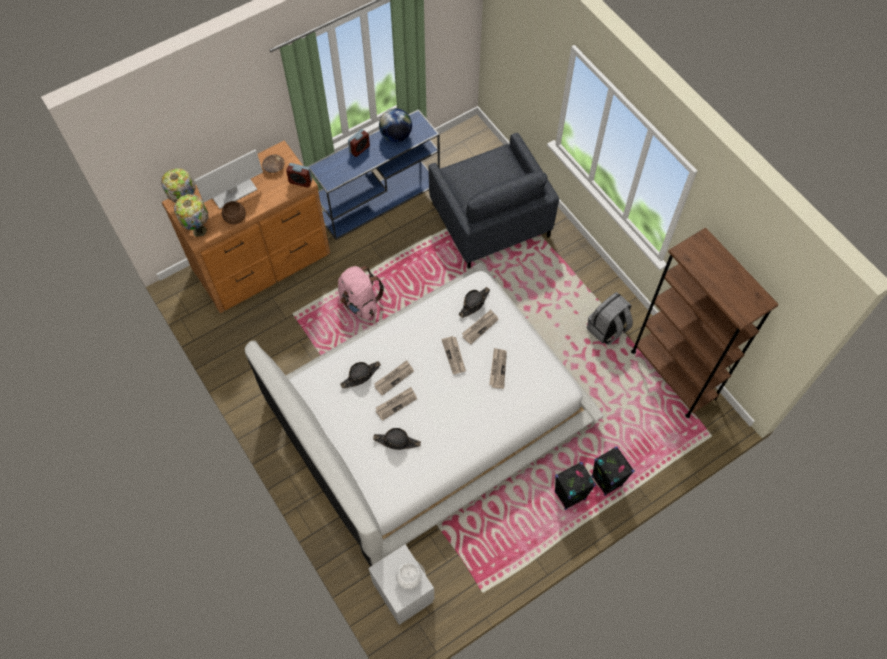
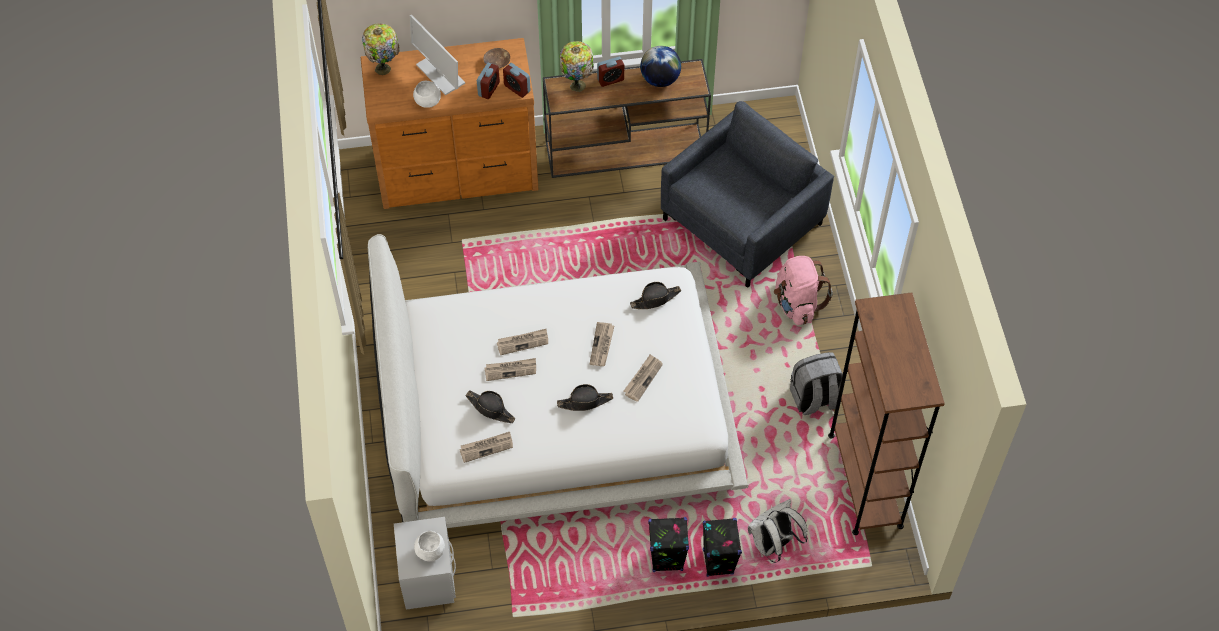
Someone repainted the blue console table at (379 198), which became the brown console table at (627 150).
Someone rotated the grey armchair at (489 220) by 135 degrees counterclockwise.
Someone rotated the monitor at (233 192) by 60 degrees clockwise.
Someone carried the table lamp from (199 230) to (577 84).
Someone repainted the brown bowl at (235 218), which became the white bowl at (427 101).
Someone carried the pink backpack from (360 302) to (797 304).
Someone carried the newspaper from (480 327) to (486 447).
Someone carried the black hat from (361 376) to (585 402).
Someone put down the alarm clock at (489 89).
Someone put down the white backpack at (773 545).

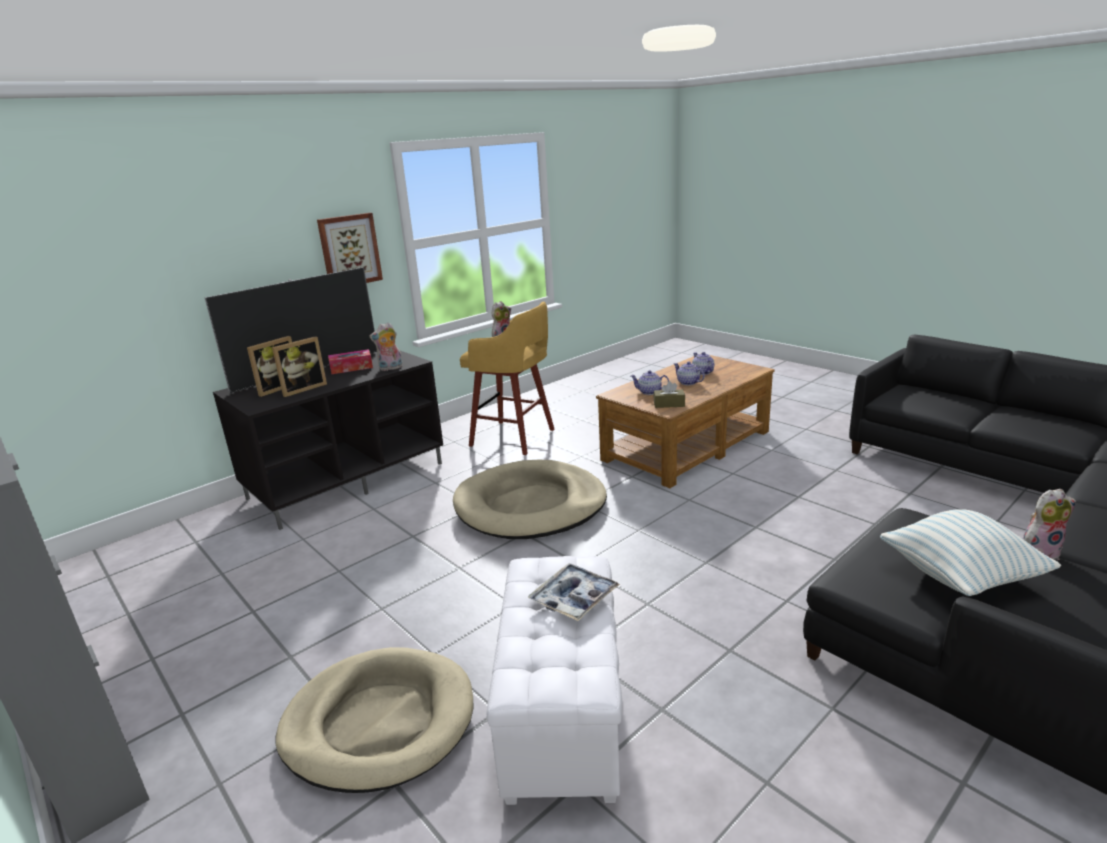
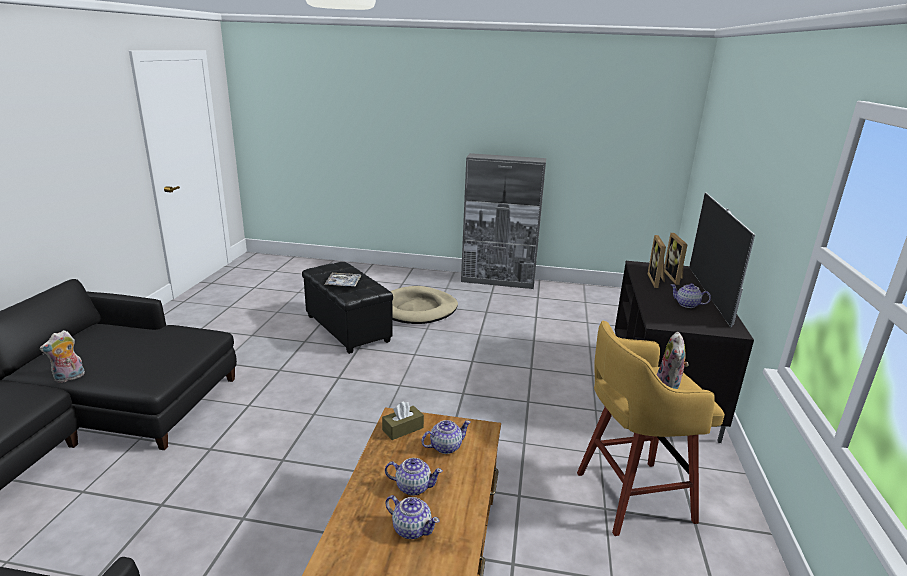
Someone took away the picture at (349 250).
Someone took away the plush toy at (390 368).
Someone swapped the tissue box at (351 368) for the teapot at (687 305).
Someone took away the beige dog bed at (530 505).
Someone took away the pillow at (960 577).
Someone repainted the white ottoman at (564 714), which became the black ottoman at (347 329).

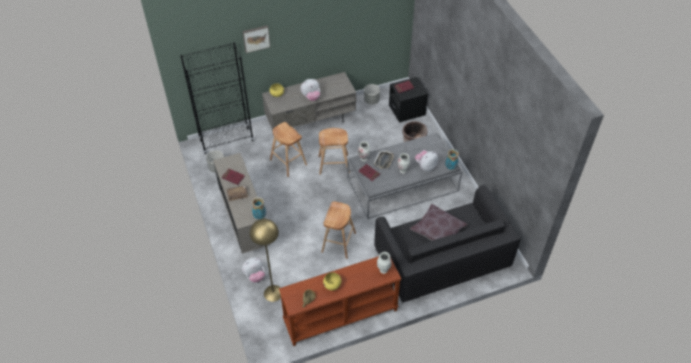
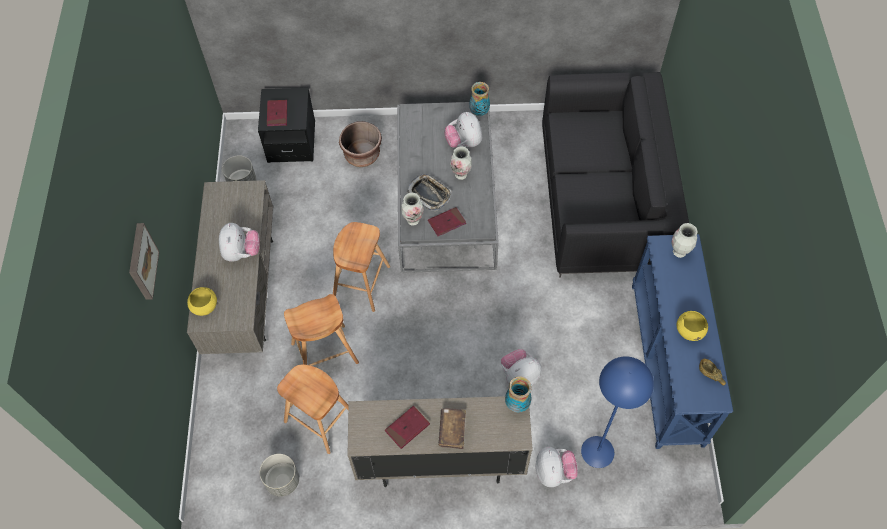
Someone took away the black bookcase at (226 140).
Someone carried the brown stool from (338 242) to (321 419).
Someone took away the brown pillow at (438 230).
Someone repainted the yellow floor lamp at (273 293), which became the blue floor lamp at (598 452).
Someone repainted the brown console table at (340 316), which became the blue console table at (668 363).
Someone put down the plush toy at (519 376).

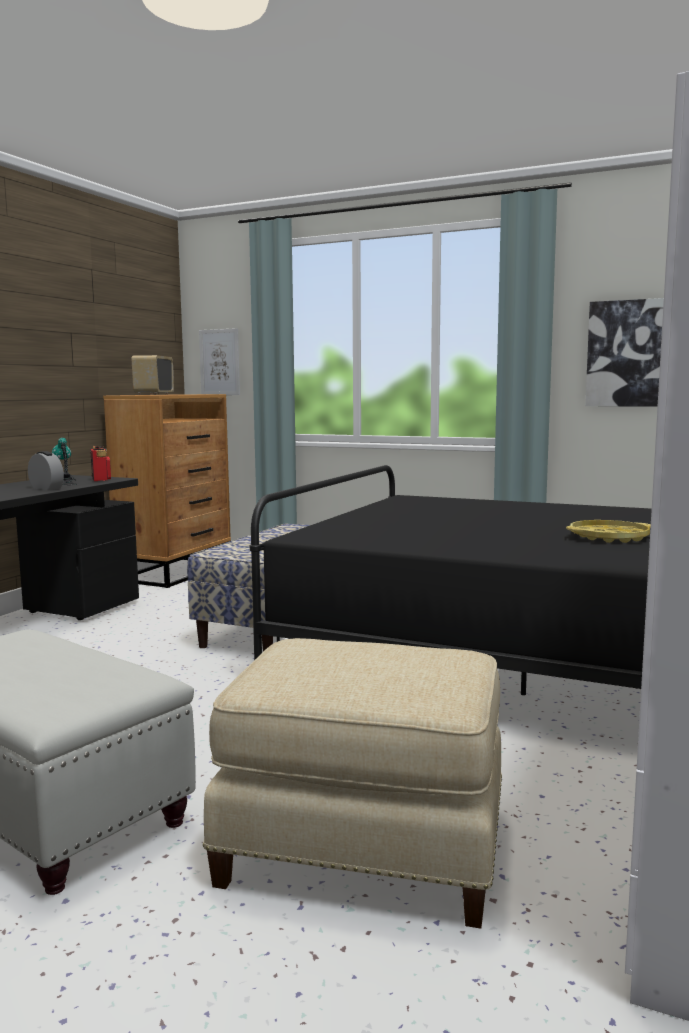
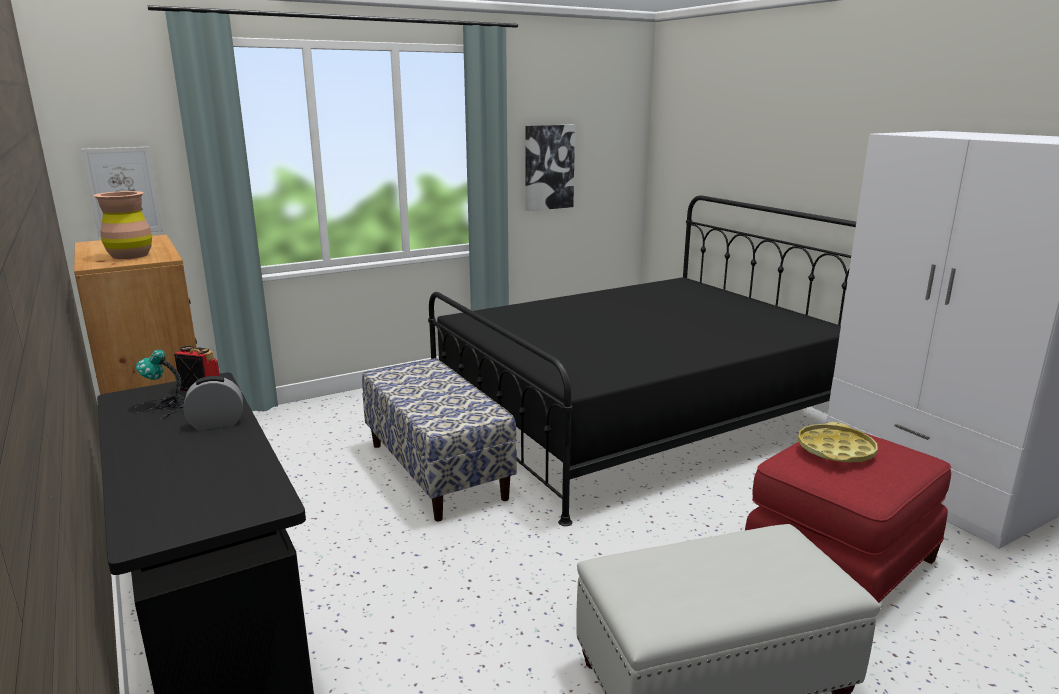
Someone swapped the radio at (153 394) for the brown vase at (130 255).
Someone carried the yellow tray from (608 537) to (835 450).
Someone repainted the beige ottoman at (365 843), which became the red ottoman at (838 562).

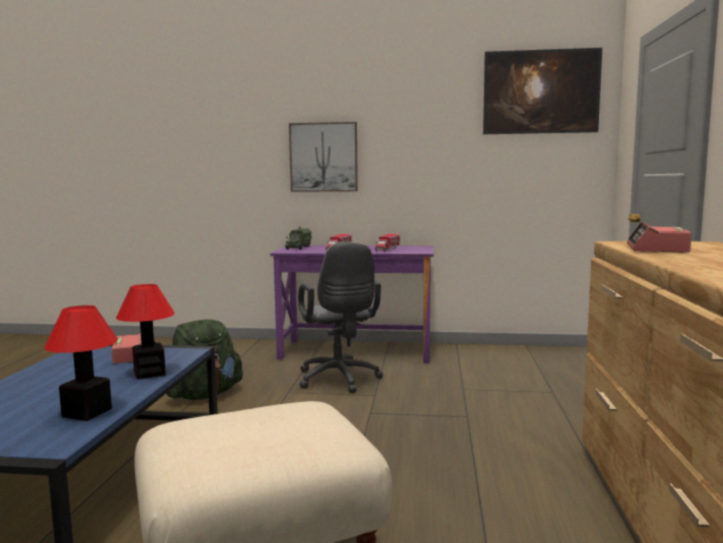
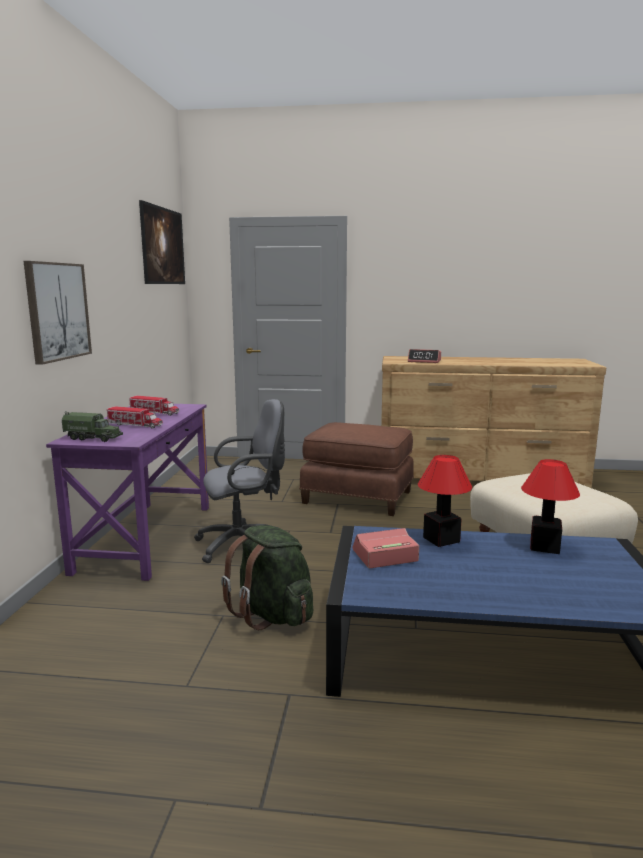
Someone put down the brown ottoman at (358 497).

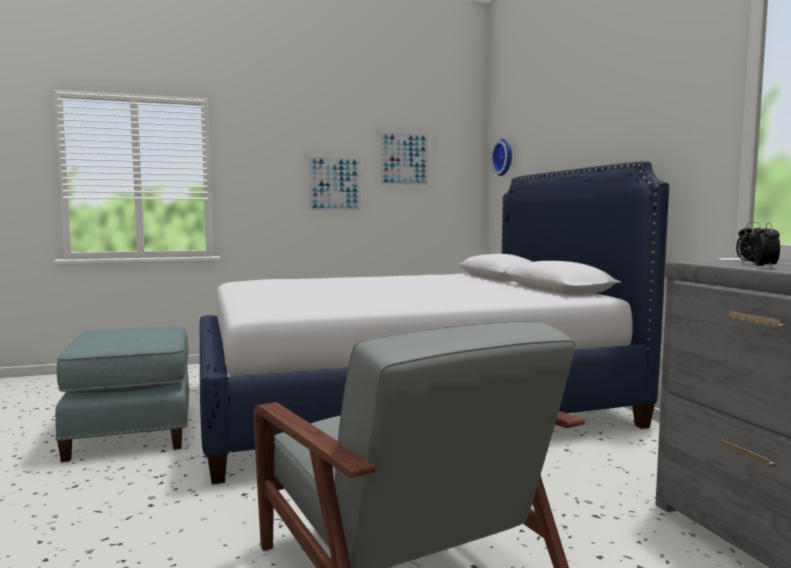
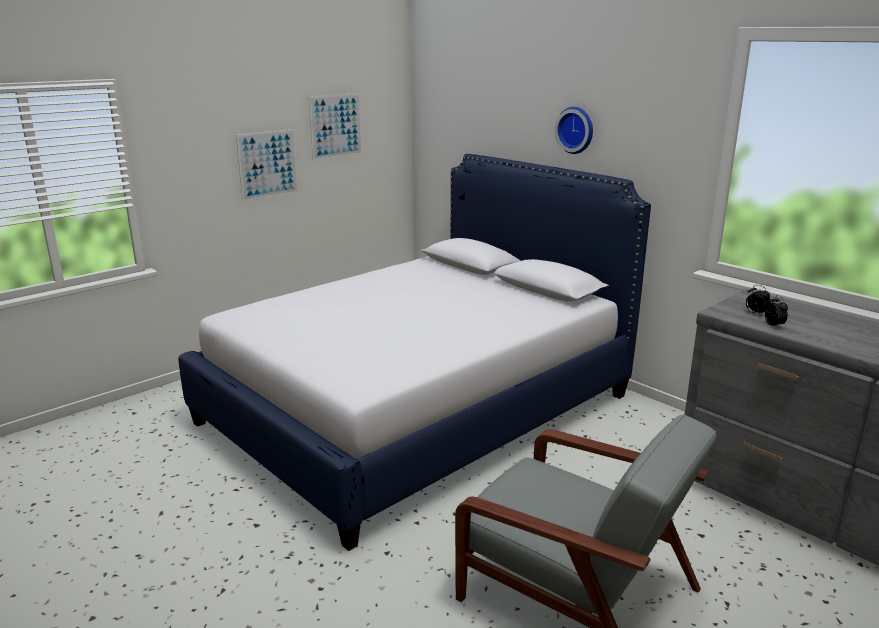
Someone carried the wall clock from (504 157) to (576 130).
Someone took away the blue ottoman at (133 431).

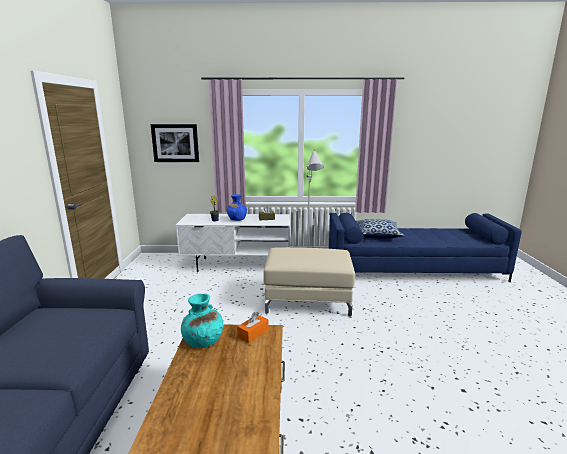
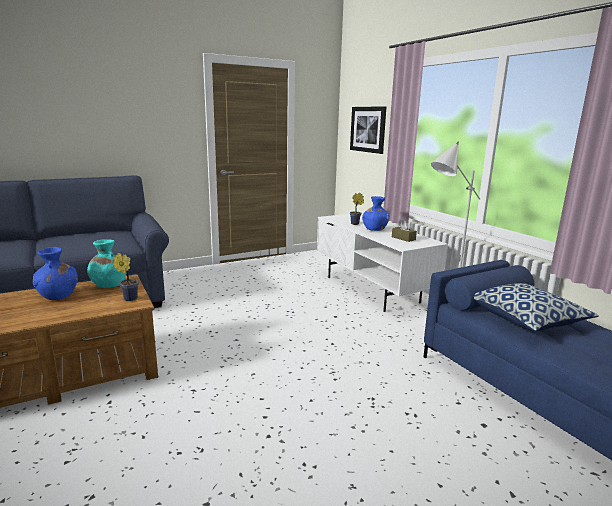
Someone took away the beige ottoman at (307 301).
Someone swapped the orange tissue box at (253 333) for the potted plant at (129 298).
Someone put down the blue vase at (58 295).

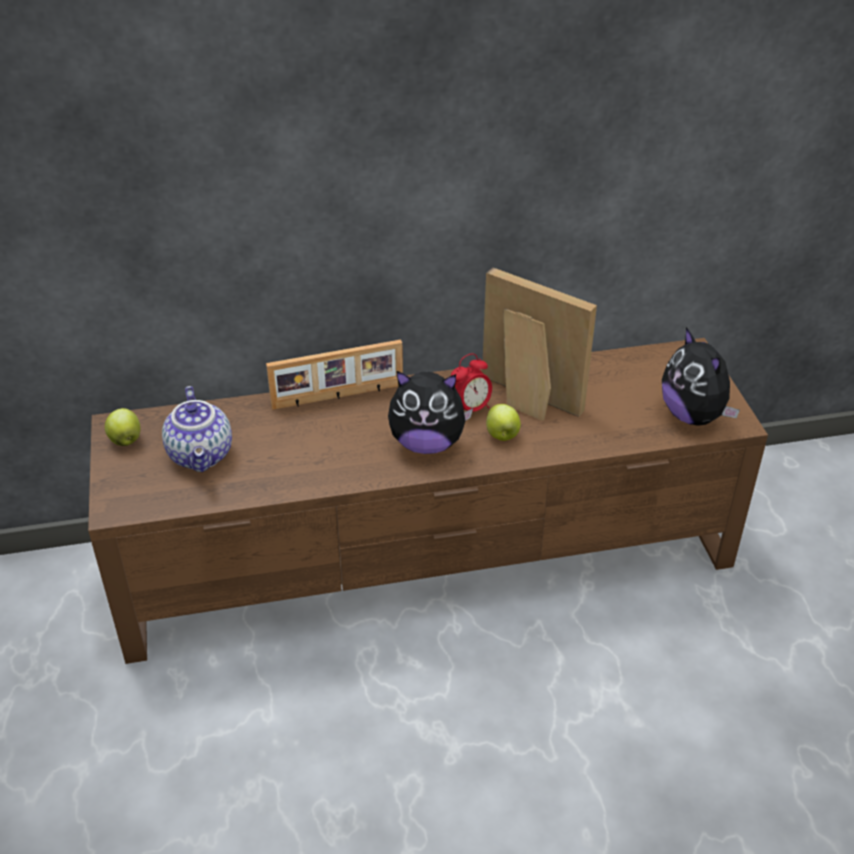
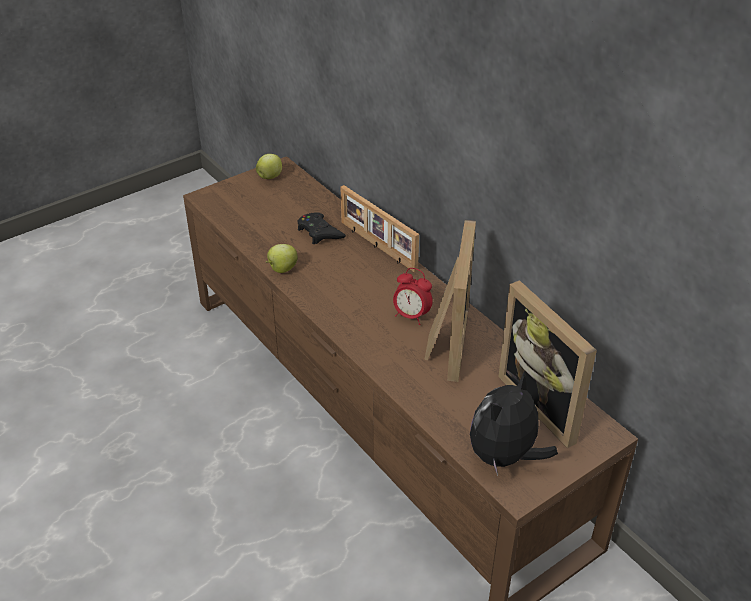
Someone took away the plush toy at (427 443).
Someone took away the teapot at (202 455).
Someone carried the apple from (502 436) to (282 269).
Someone put down the black game controller at (319 232).
Someone put down the picture frame at (546 404).

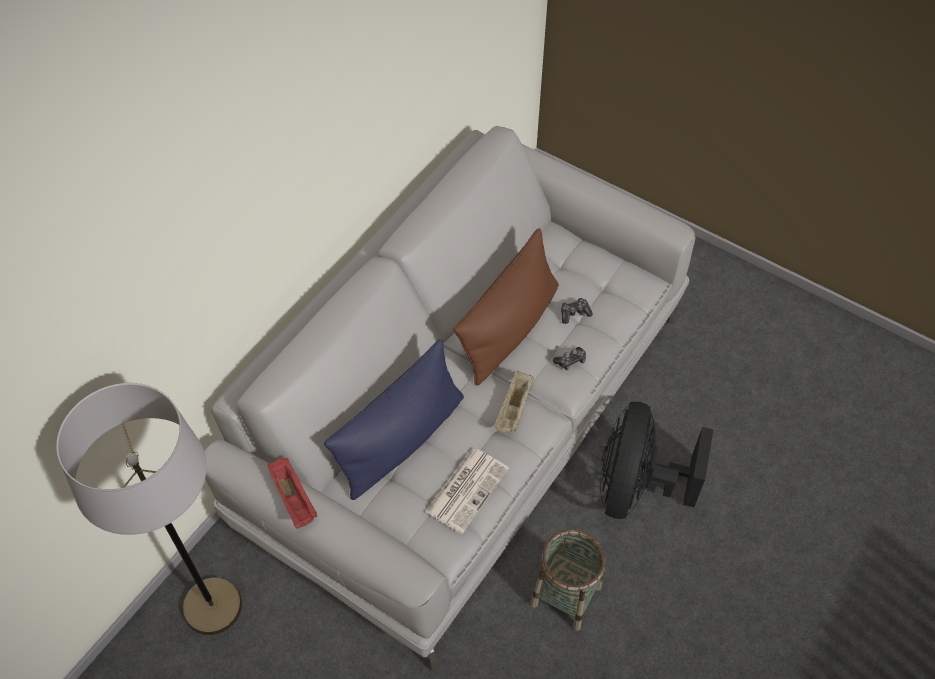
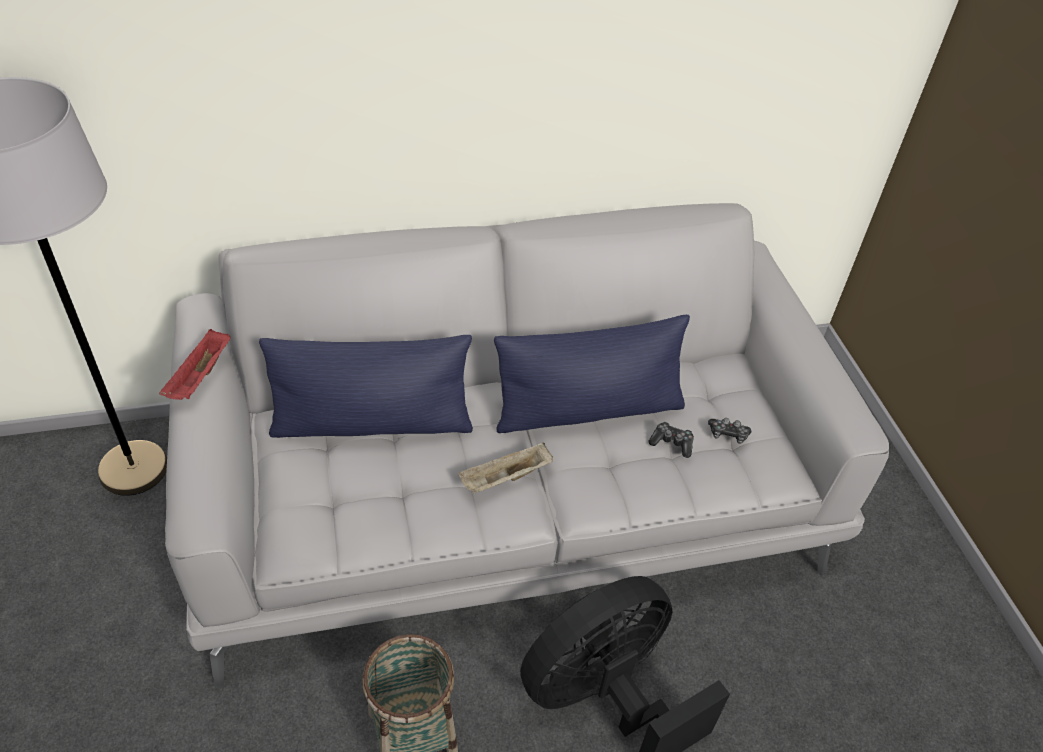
Someone repainted the brown pillow at (509 329), which became the blue pillow at (588 410).
Someone carried the game controller from (570 361) to (728 434).
Someone took away the newspaper at (467 489).

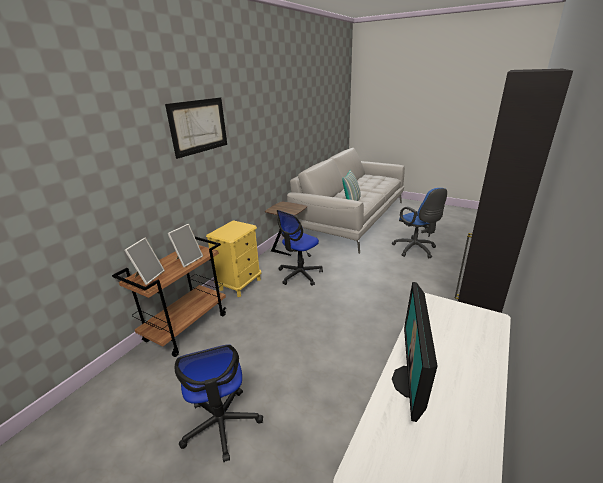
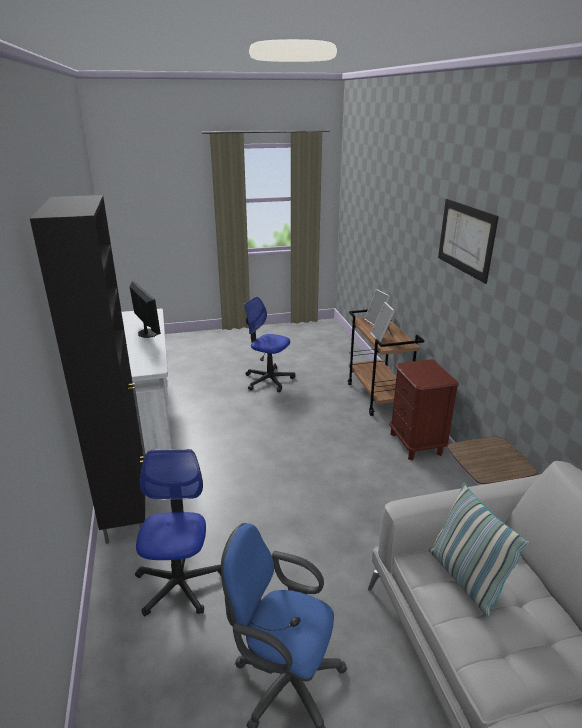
Someone carried the office chair from (300 274) to (179 583).
Someone repainted the yellow nightstand at (240 284), which became the brown nightstand at (416 444).

